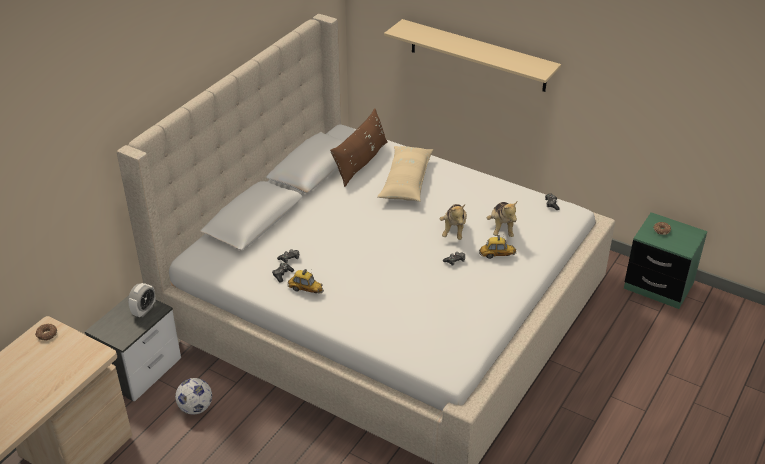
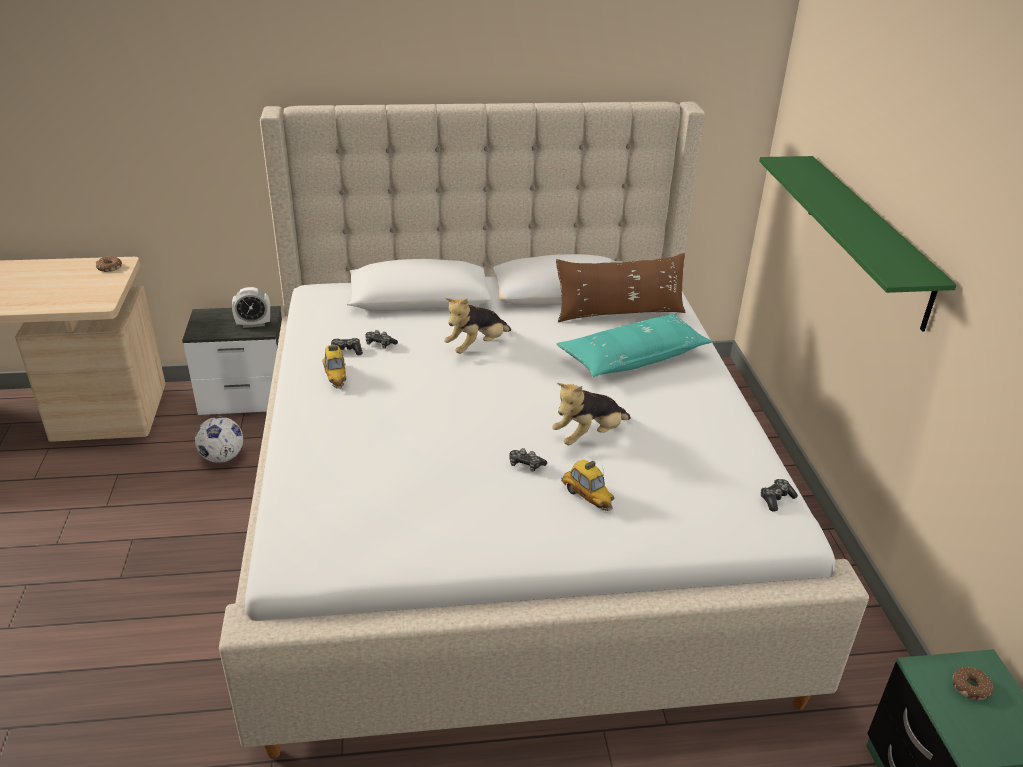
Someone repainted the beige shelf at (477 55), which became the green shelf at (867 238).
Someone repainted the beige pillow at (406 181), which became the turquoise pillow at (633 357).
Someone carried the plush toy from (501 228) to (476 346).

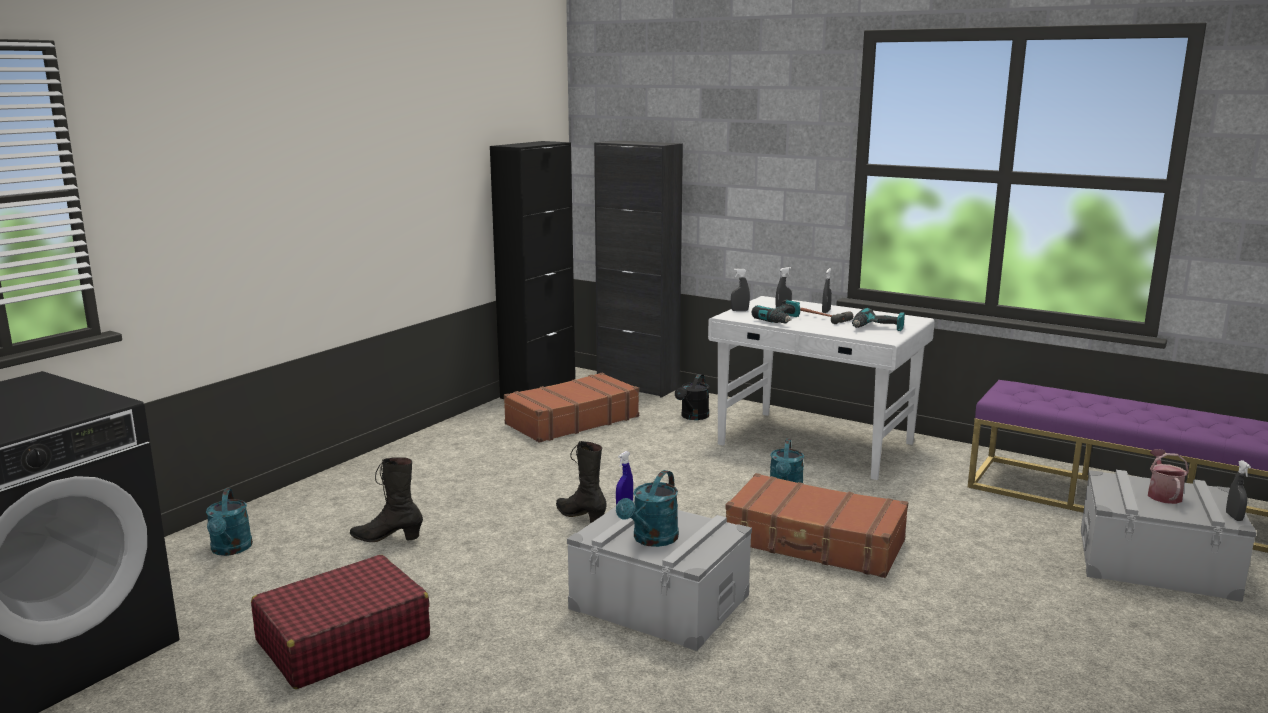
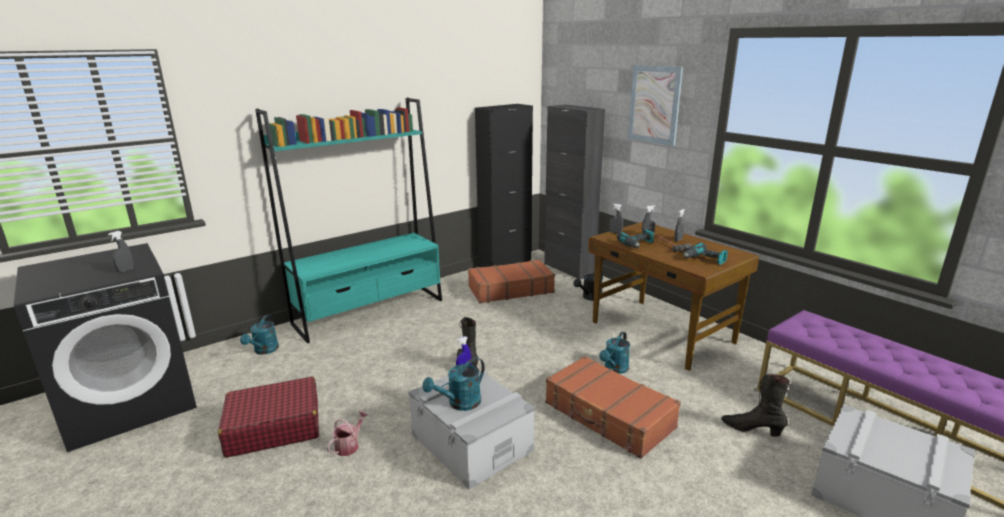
Someone repainted the white desk at (815 445), which became the brown desk at (661 333).
Someone carried the watering can from (1162 494) to (349 445).
Someone carried the black boot from (387 538) to (751 429).
Someone carried the grey spray bottle from (1234 517) to (125 270).
Someone put up the picture at (654 104).
Someone put down the turquoise bookcase at (370 312).

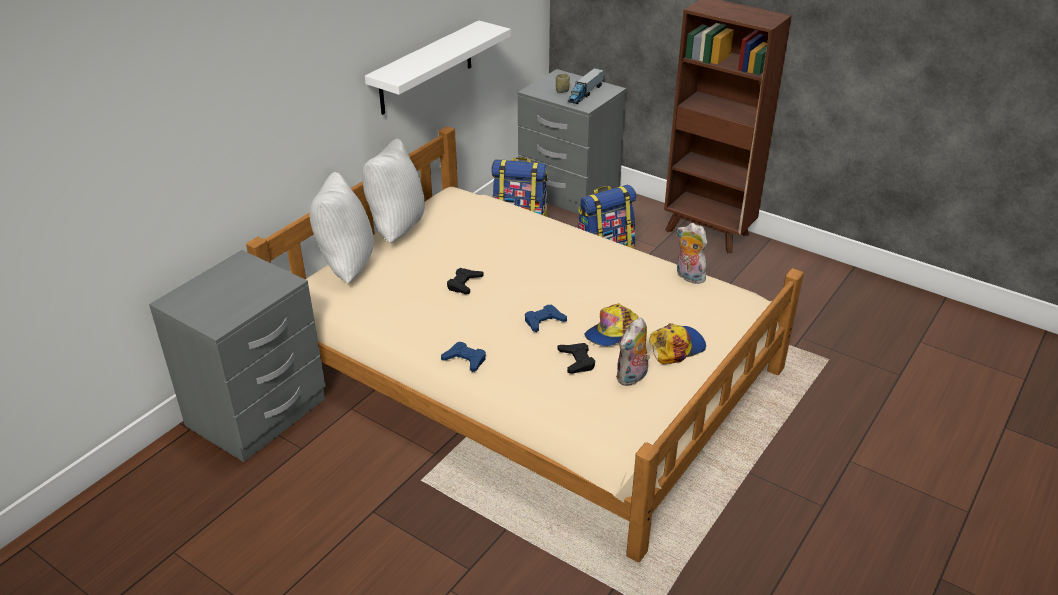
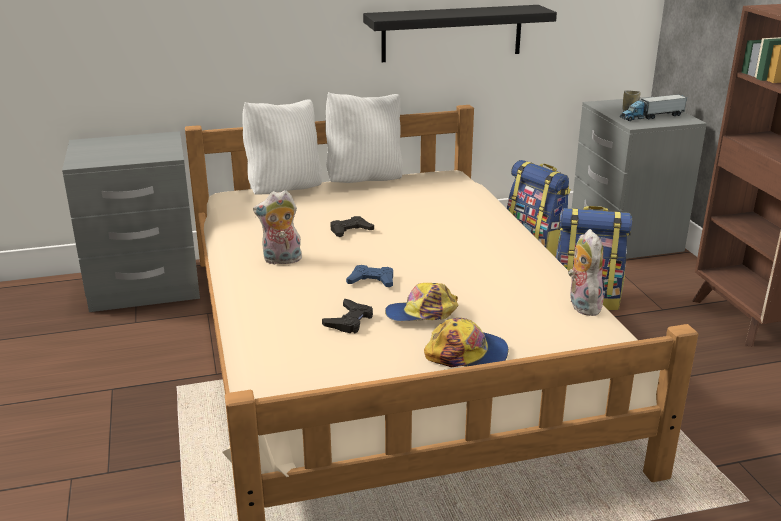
Someone repainted the white shelf at (426 68), which became the black shelf at (452 33).
Someone carried the plush toy from (632 378) to (281 260).
Someone took away the blue game controller at (465 360).

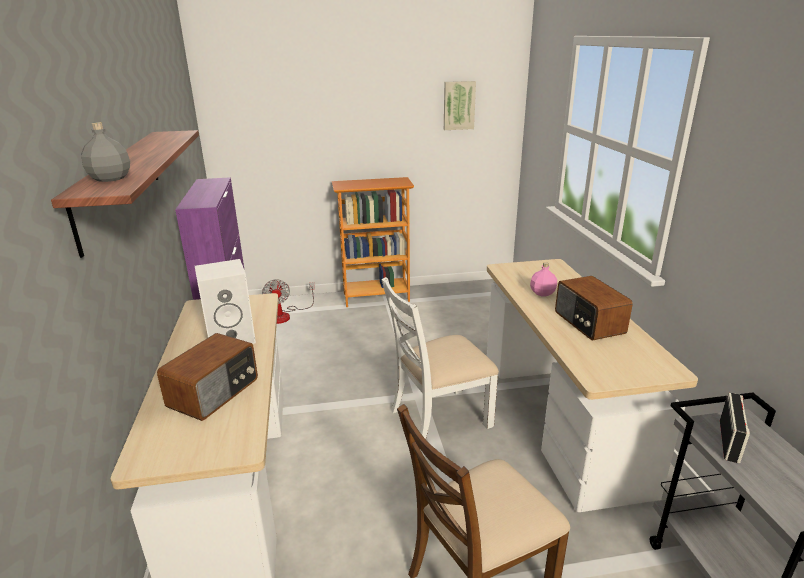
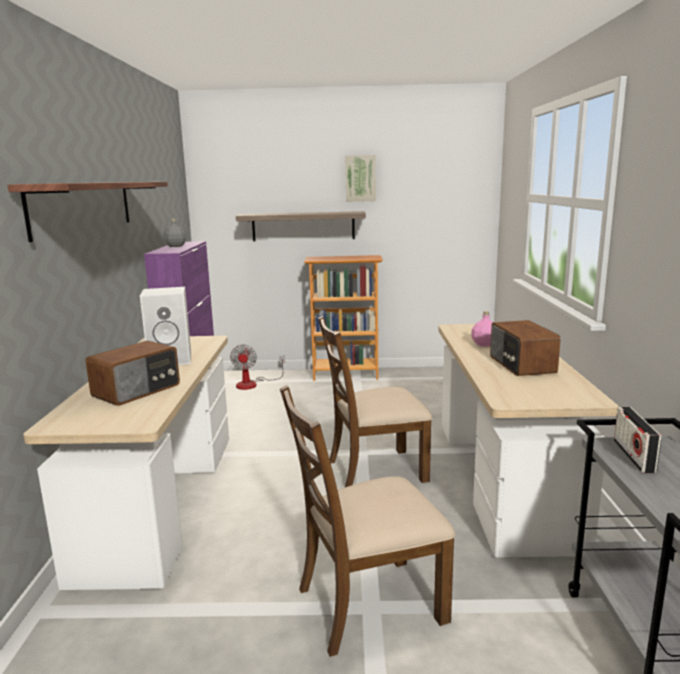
Someone carried the picture from (458 105) to (360 178).
Someone carried the grey bottle from (110 179) to (175 246).
Someone repainted the white chair at (439 417), which became the brown chair at (375 470).
Someone rotated the radio at (729 441) by 150 degrees clockwise.
Someone put up the shelf at (303 226).

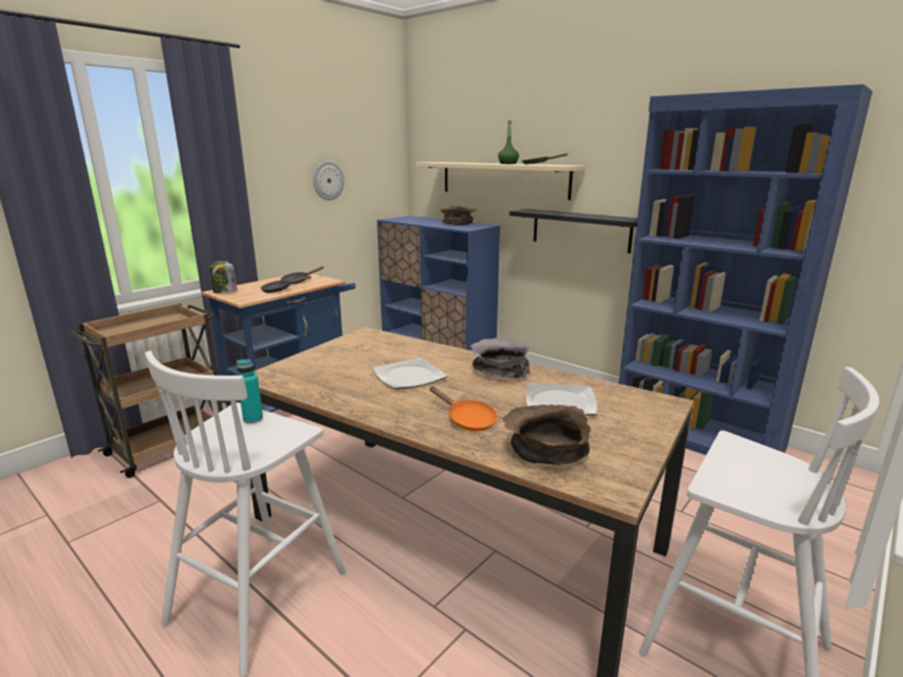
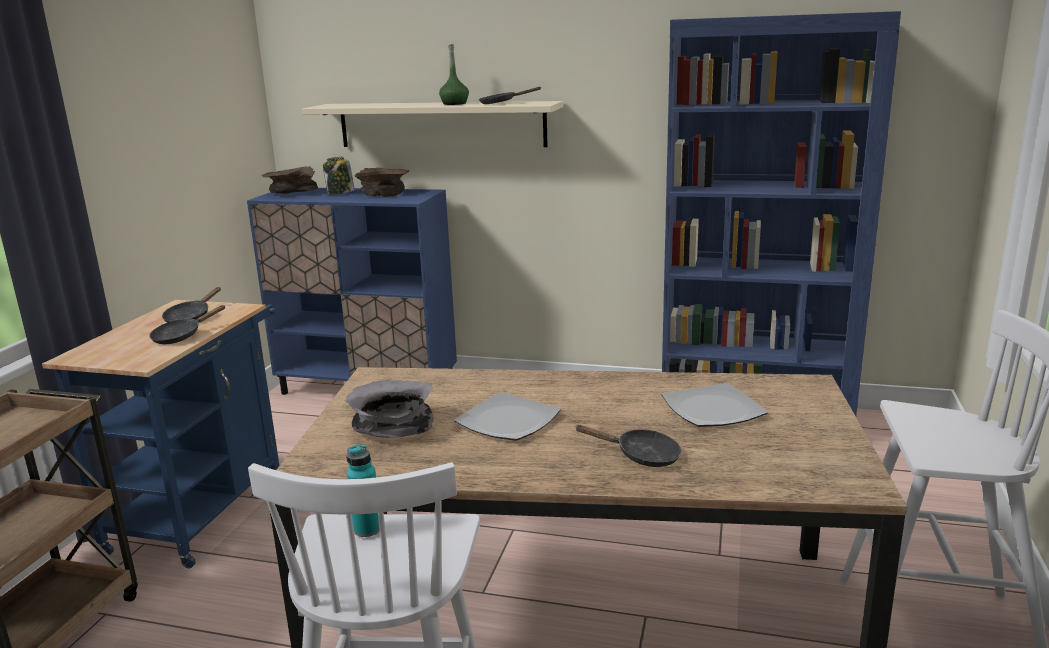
Someone took away the wall clock at (328 180).
Someone took away the black shelf at (580 230).
Someone carried the jar from (224 292) to (340 193).
Someone carried the grey bowl from (499 371) to (390 428).
Someone repainted the orange frying pan at (467 420), which became the black frying pan at (641 456).
Someone carried the brown bowl from (545 453) to (291 193).

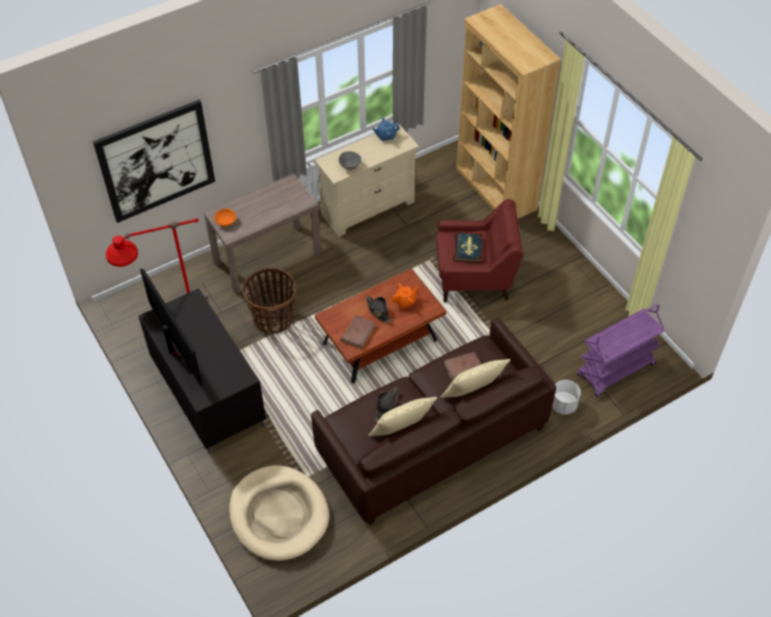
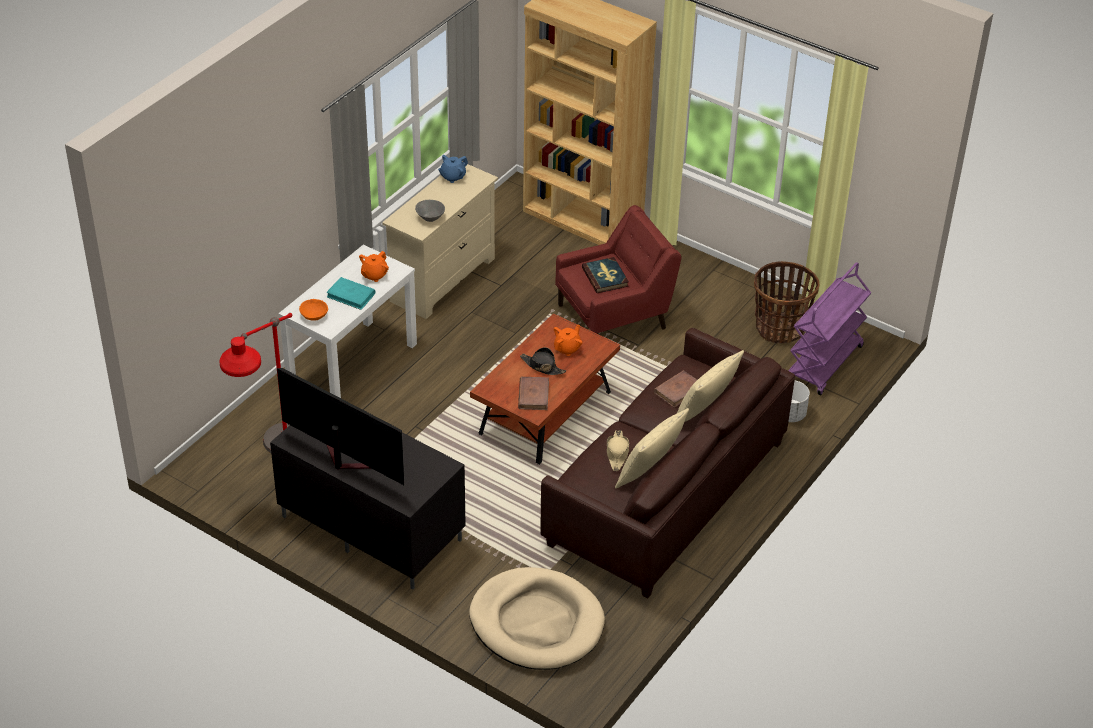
Someone took away the picture at (156 161).
Someone repainted the brown console table at (268 258), which became the white console table at (352 366).
Someone carried the basket from (273 319) to (780 329).
Someone repainted the black hat at (386 406), which became the beige hat at (617 453).
Someone put down the orange teapot at (374 275).
Someone put down the turquoise book at (351 295).

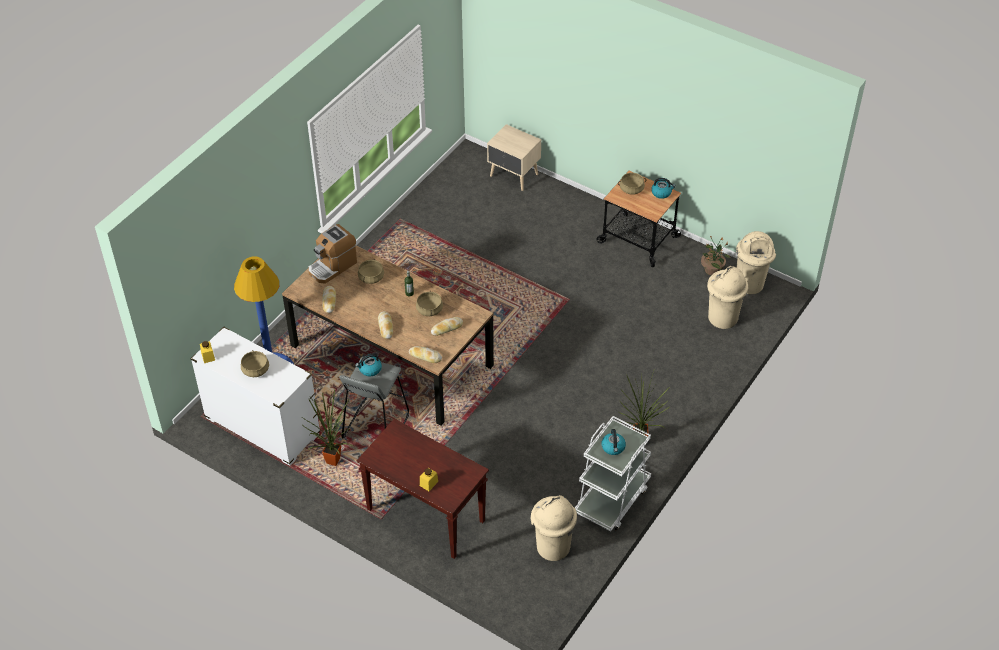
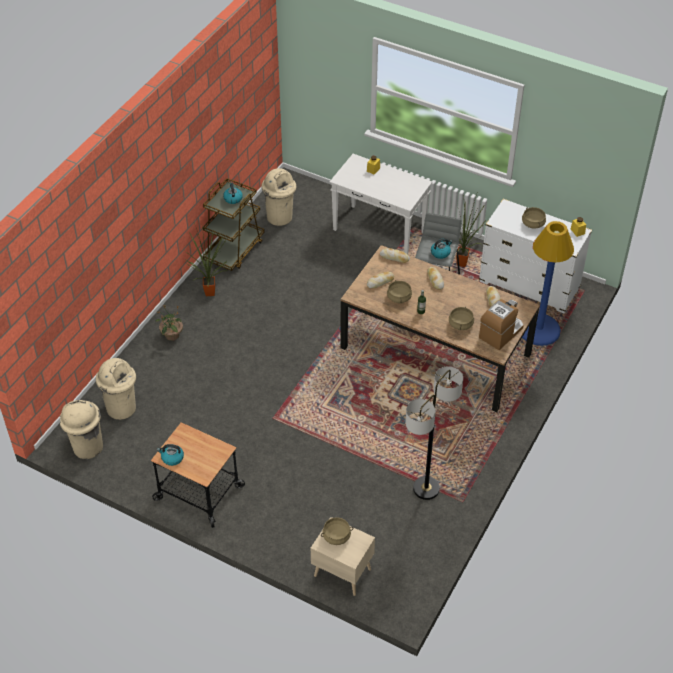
Someone carried the beige cooking pot from (631 189) to (336 536).
Someone carried the potted plant from (712 270) to (171 335).
Someone repainted the white cart at (612 499), which became the brown cart at (234 250).
Someone repainted the brown console table at (424 515), which became the white console table at (380 231).
Someone put down the floor lamp at (426 488).

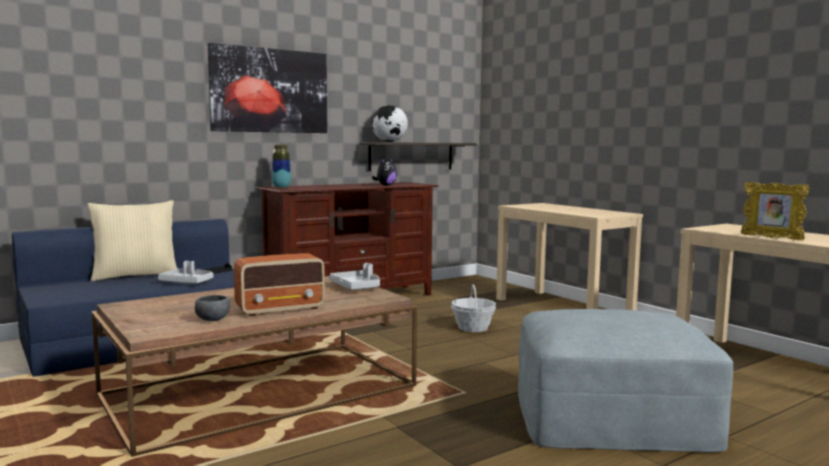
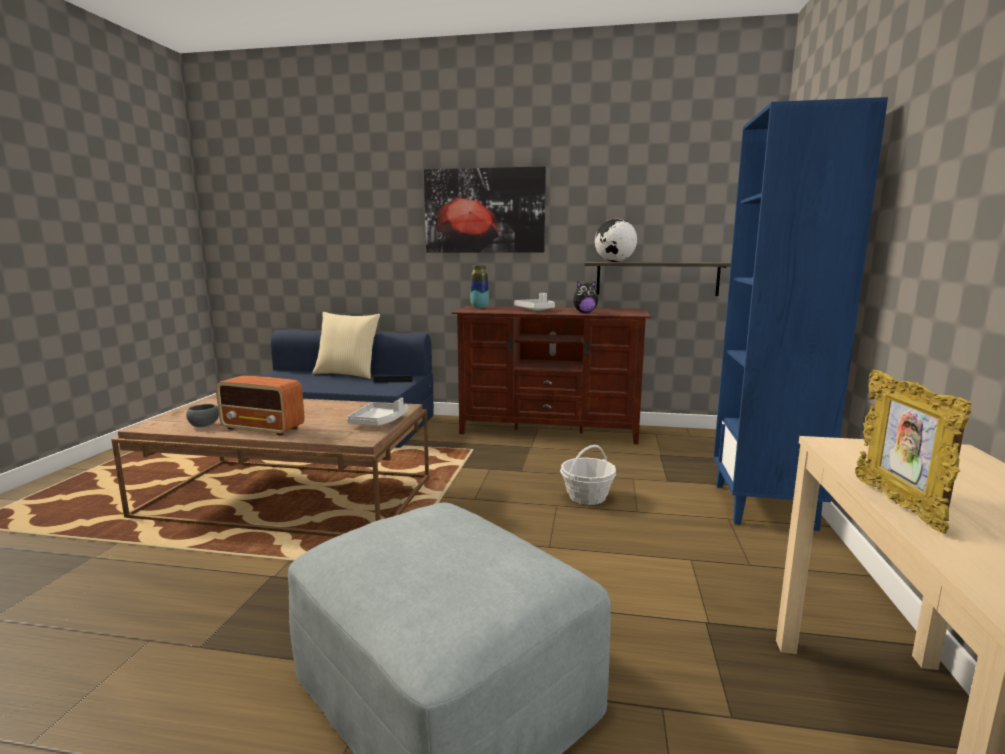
Someone swapped the beige console table at (563 307) for the blue bookcase at (764 506).
Someone carried the grey tray from (187 282) to (536 310).

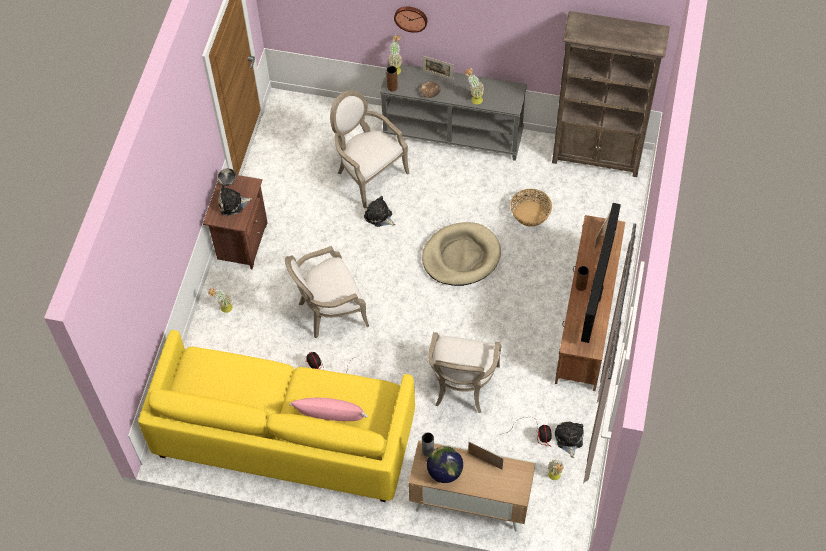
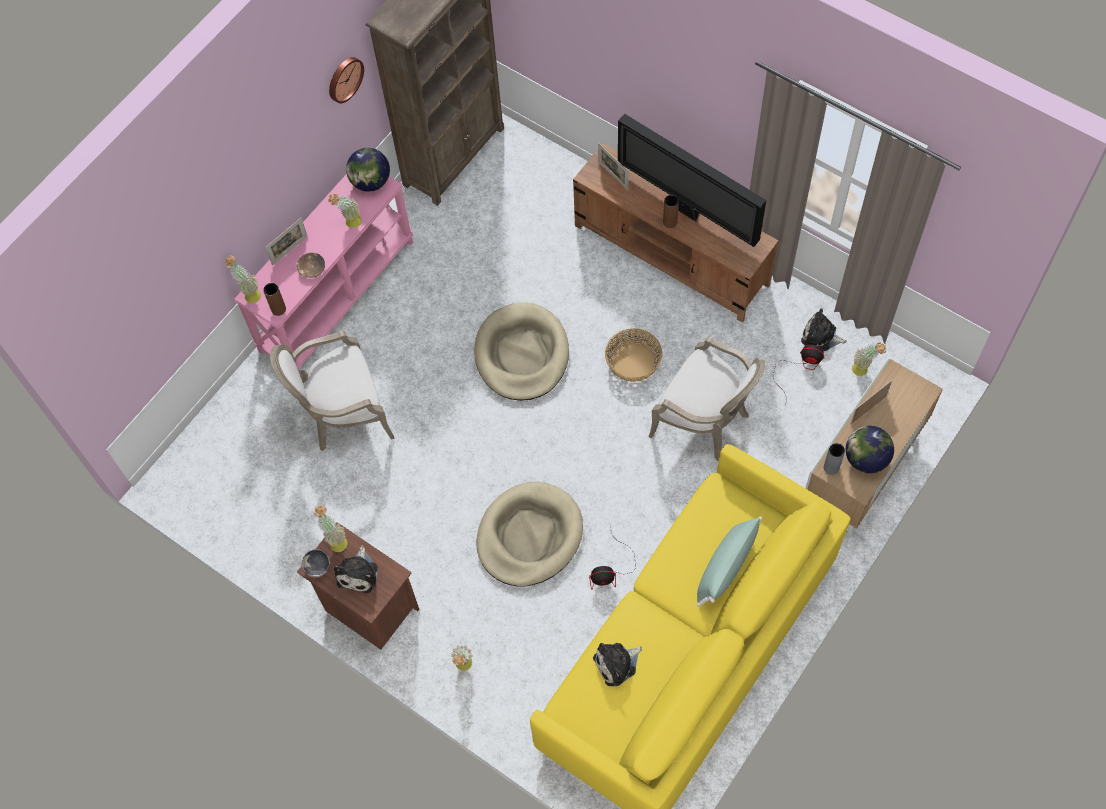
Someone carried the wall clock from (411 18) to (344 79).
Someone repainted the grey console table at (453 134), which became the pink console table at (336 295).
Someone carried the basket from (530 214) to (633 362).
Someone carried the plush toy from (379 216) to (617 664).
Someone swapped the armchair at (329 311) for the beige dog bed at (529 536).
Someone repainted the pink pillow at (330 415), which became the green pillow at (725 567).
Someone put down the globe at (371 181).
Someone put down the potted plant at (335 540).

